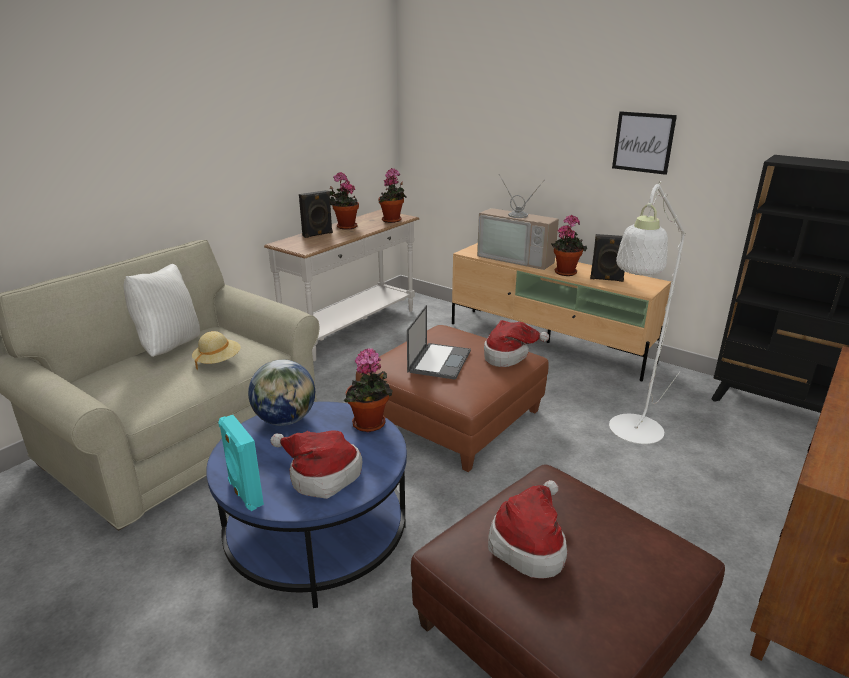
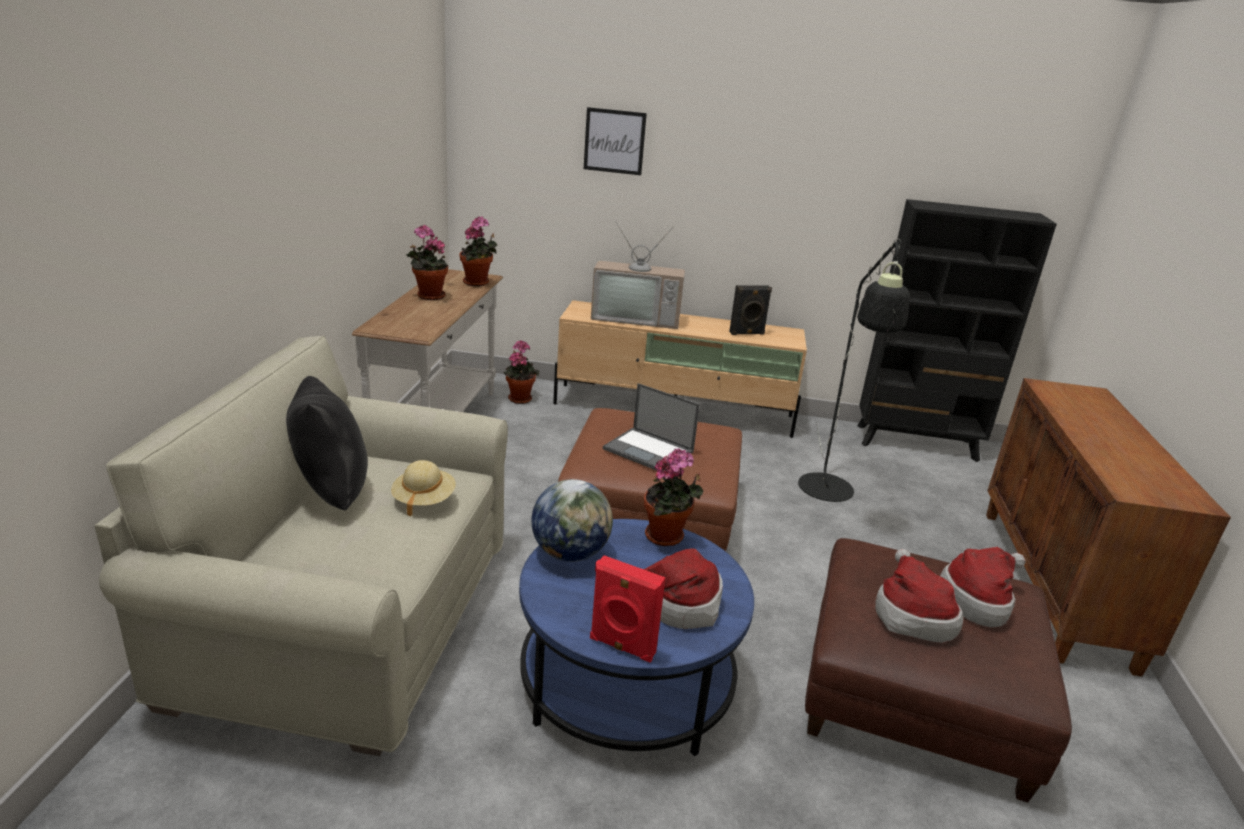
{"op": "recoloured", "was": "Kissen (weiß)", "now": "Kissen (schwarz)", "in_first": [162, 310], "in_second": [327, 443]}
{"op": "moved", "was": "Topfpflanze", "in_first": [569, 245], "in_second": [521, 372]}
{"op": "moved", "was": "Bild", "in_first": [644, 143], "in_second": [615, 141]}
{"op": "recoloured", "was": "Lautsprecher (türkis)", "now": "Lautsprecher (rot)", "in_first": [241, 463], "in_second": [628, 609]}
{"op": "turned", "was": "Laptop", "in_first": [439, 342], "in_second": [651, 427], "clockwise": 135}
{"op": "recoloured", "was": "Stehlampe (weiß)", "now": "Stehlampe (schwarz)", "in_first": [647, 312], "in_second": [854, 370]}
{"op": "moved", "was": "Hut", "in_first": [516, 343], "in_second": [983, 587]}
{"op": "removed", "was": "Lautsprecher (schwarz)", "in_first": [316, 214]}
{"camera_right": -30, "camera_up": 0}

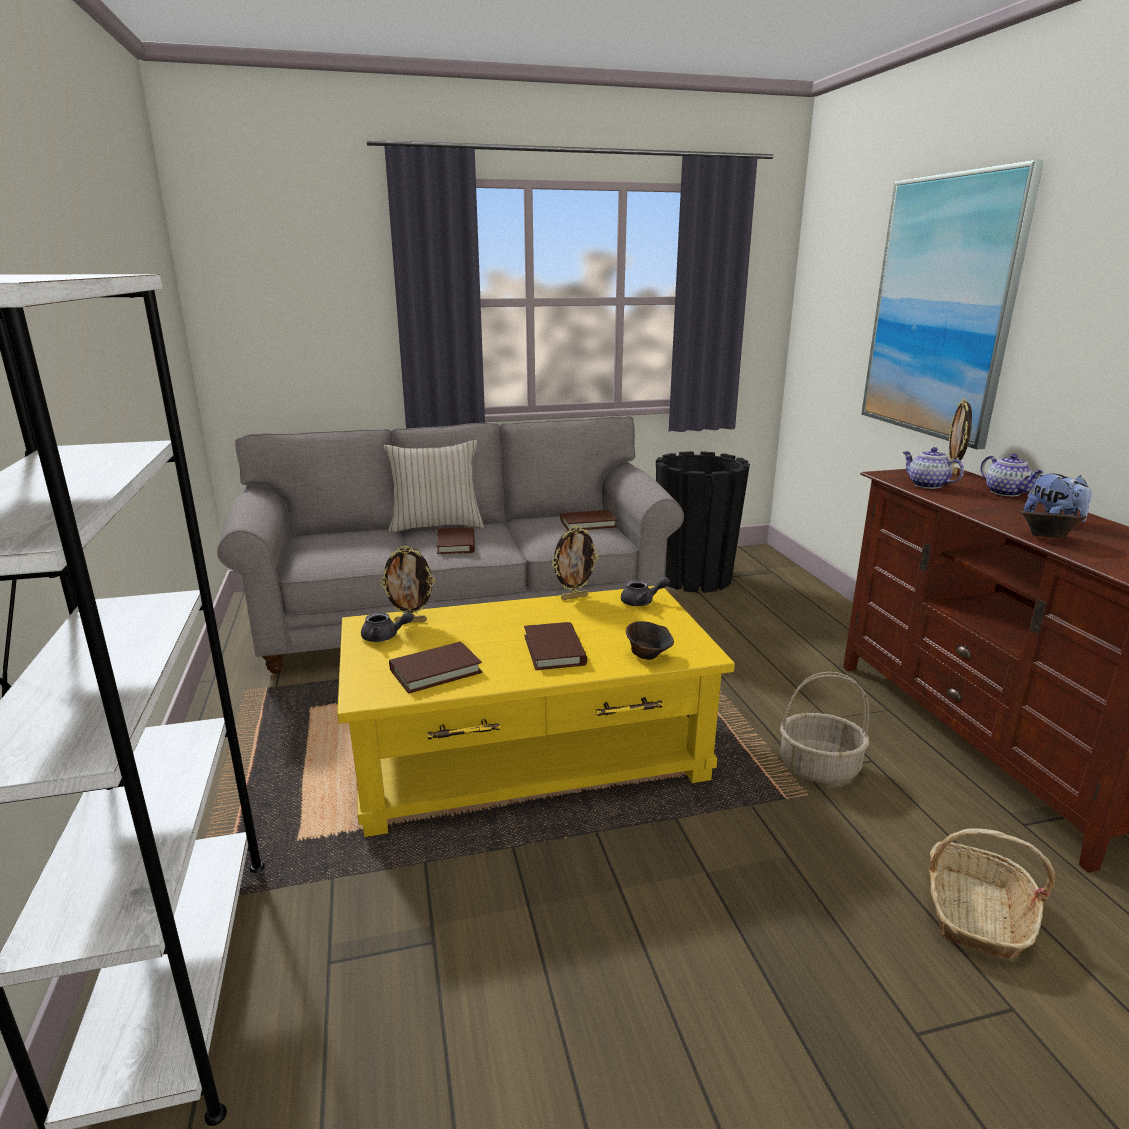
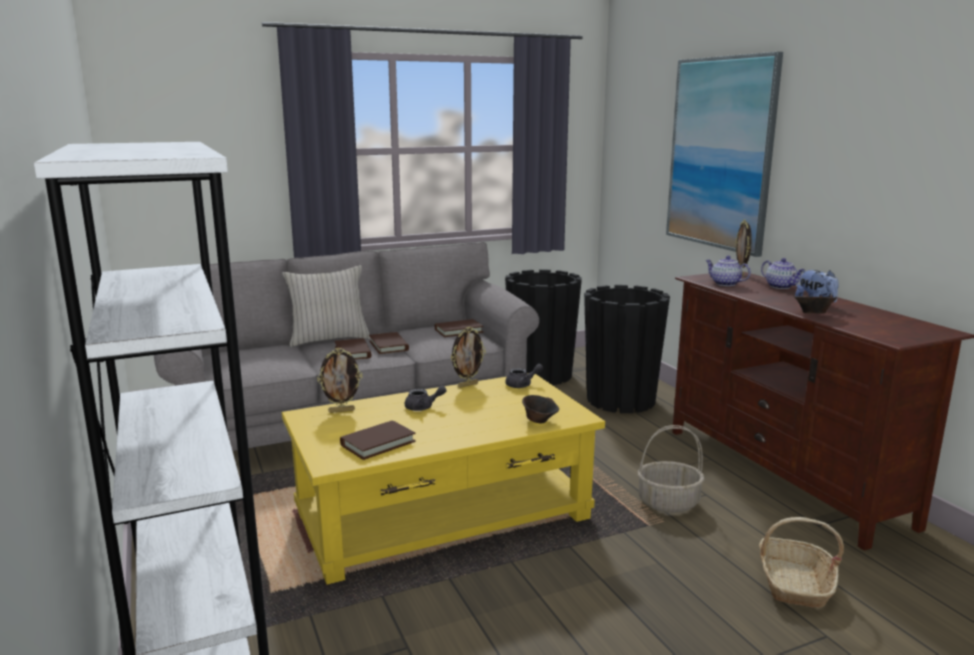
{"op": "moved", "was": "Buch (braun)", "in_first": [555, 646], "in_second": [389, 343]}
{"op": "moved", "was": "Teekanne (grau)", "in_first": [387, 626], "in_second": [426, 398]}
{"op": "added", "now": "Pflanzkübel (schwarz)", "in_second": [627, 349]}
{"camera_right": -10, "camera_up": -5}

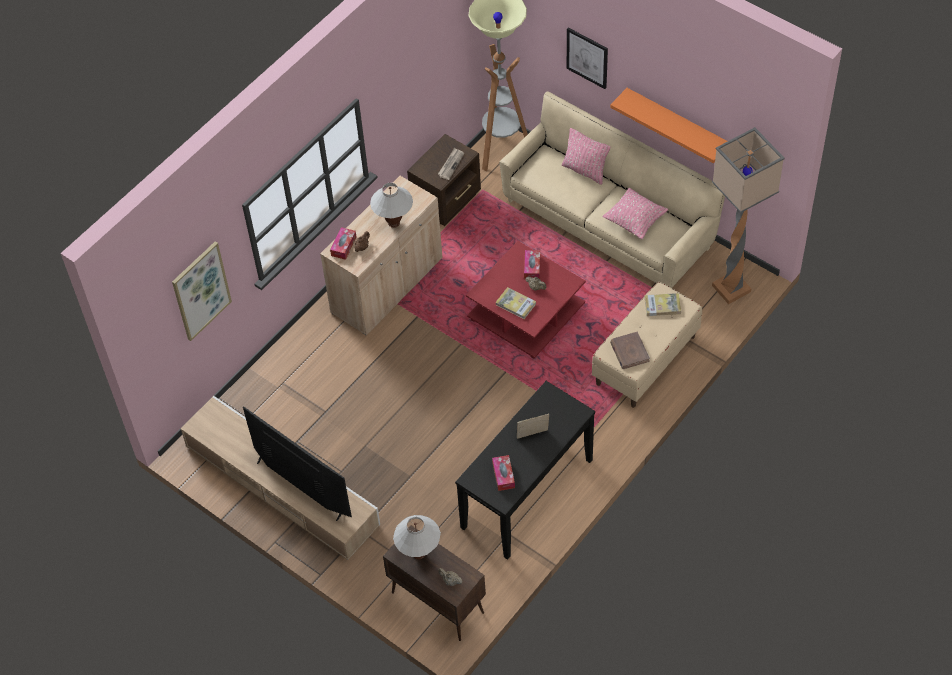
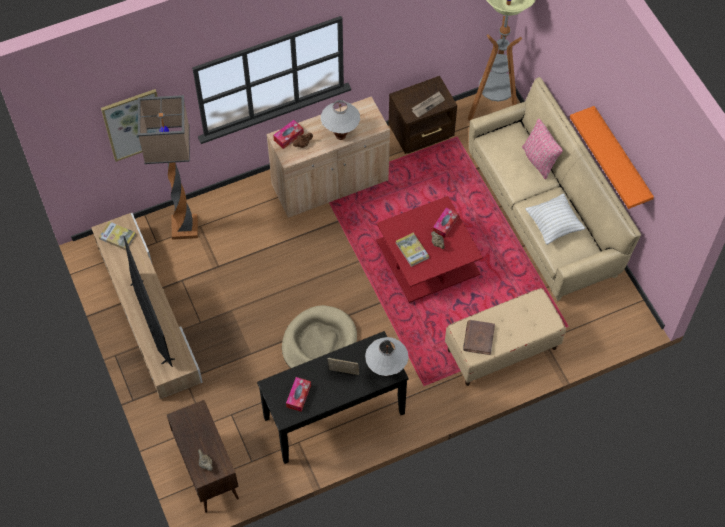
{"op": "moved", "was": "Buch", "in_first": [662, 304], "in_second": [117, 236]}
{"op": "moved", "was": "Stehlampe", "in_first": [748, 215], "in_second": [168, 167]}
{"op": "added", "now": "Hundebett (beige)", "in_second": [319, 336]}
{"op": "moved", "was": "Tischlampe (weiß)", "in_first": [417, 537], "in_second": [387, 356]}
{"op": "recoloured", "was": "Kissen (rosa)", "now": "Kissen (weiß)", "in_first": [635, 213], "in_second": [555, 219]}
{"op": "removed", "was": "Bild", "in_first": [587, 58]}
{"camera_right": 25, "camera_up": 5}

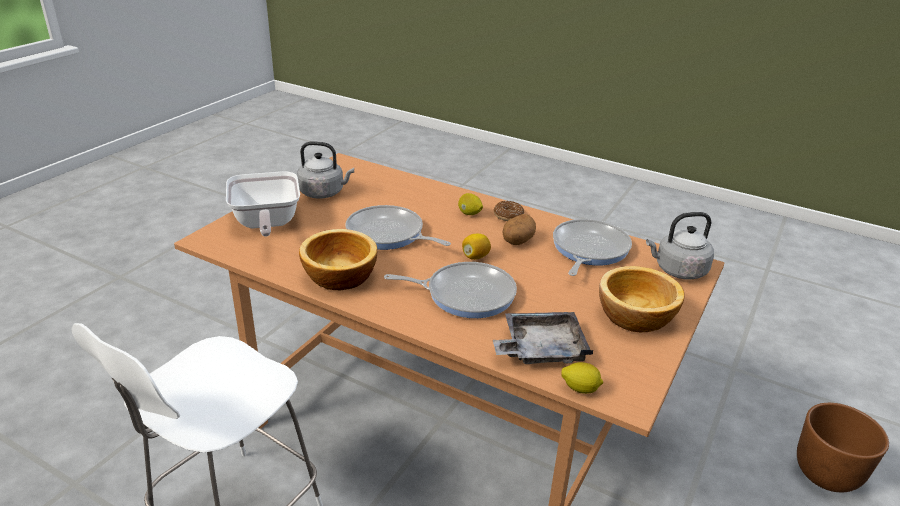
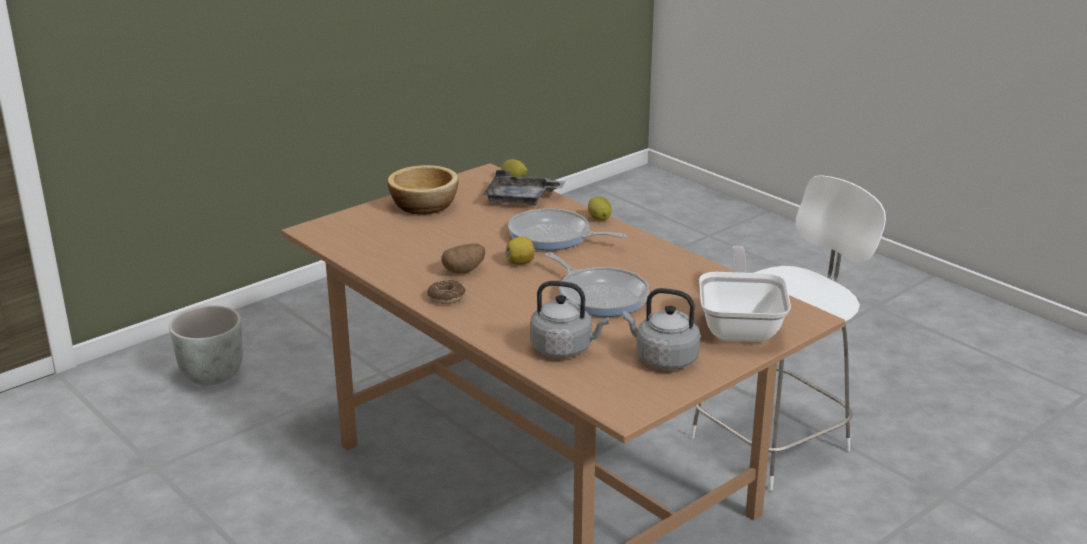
{"op": "recoloured", "was": "Pflanzkübel (braun)", "now": "Pflanzkübel (grau)", "in_first": [843, 447], "in_second": [206, 345]}
{"op": "moved", "was": "Wasserkessel (grau)", "in_first": [680, 246], "in_second": [569, 319]}
{"op": "moved", "was": "Zitrone", "in_first": [470, 204], "in_second": [600, 208]}
{"op": "removed", "was": "Schüssel", "in_first": [338, 260]}
{"op": "removed", "was": "Pfanne", "in_first": [592, 247]}
{"camera_right": -160, "camera_up": -5}

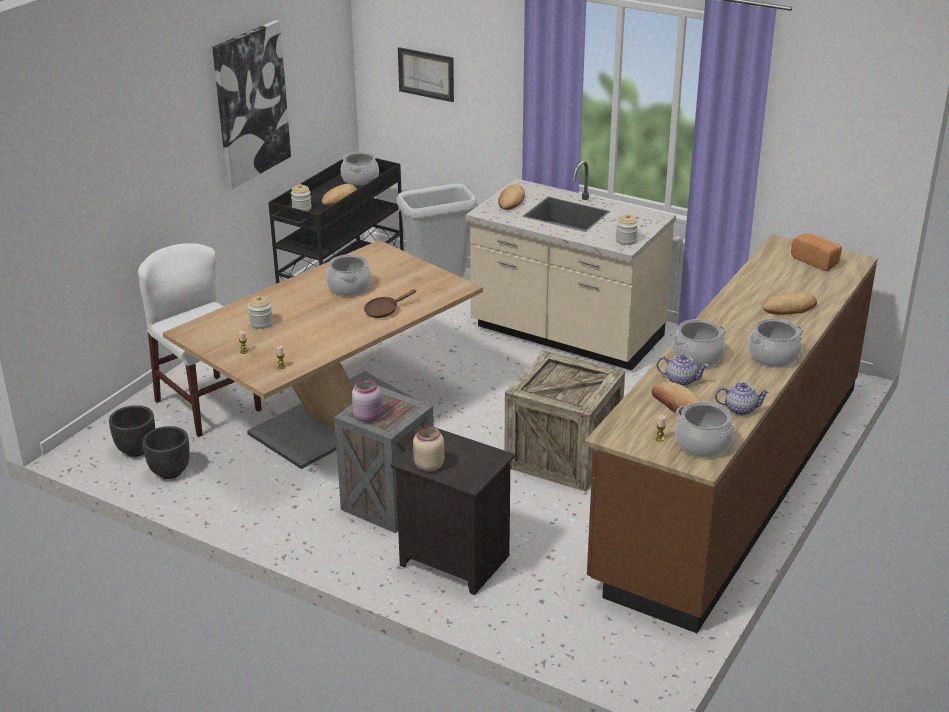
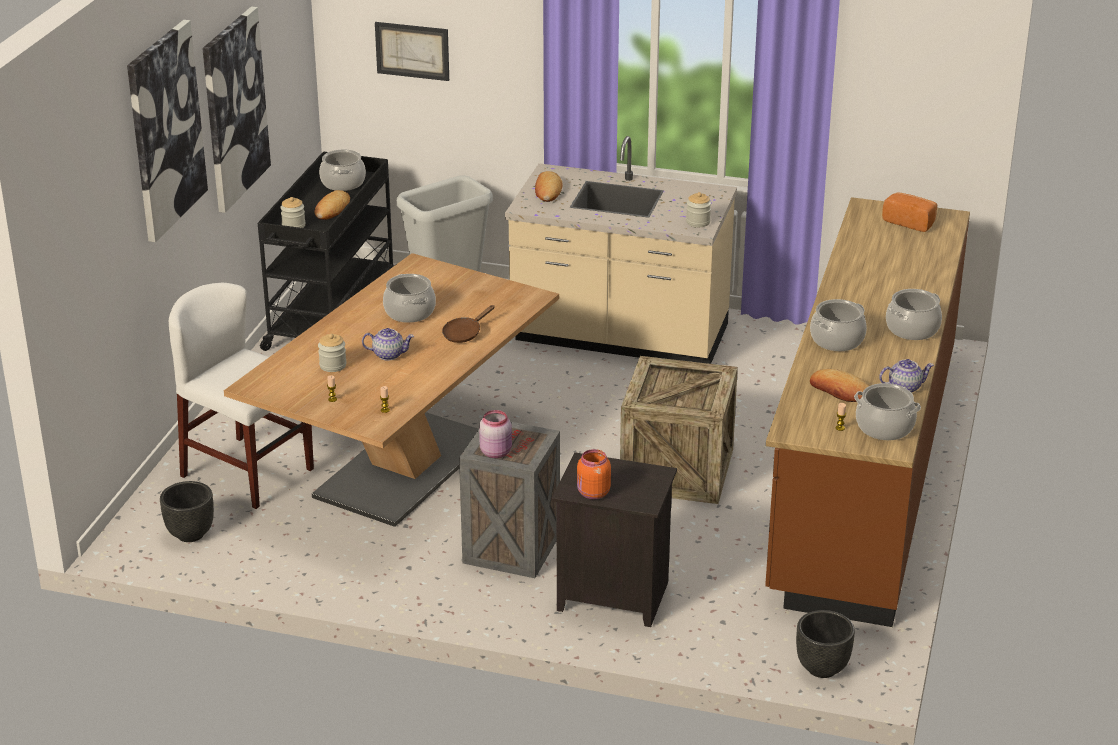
{"op": "added", "now": "Bild", "in_second": [167, 131]}
{"op": "moved", "was": "Teekanne", "in_first": [682, 370], "in_second": [388, 344]}
{"op": "recoloured", "was": "Vorratsglas (beige)", "now": "Vorratsglas (orange)", "in_first": [428, 449], "in_second": [594, 474]}
{"op": "moved", "was": "Pflanzkübel (schwarz)", "in_first": [166, 452], "in_second": [825, 644]}
{"op": "removed", "was": "Brot", "in_first": [789, 303]}
{"camera_right": -15, "camera_up": 0}

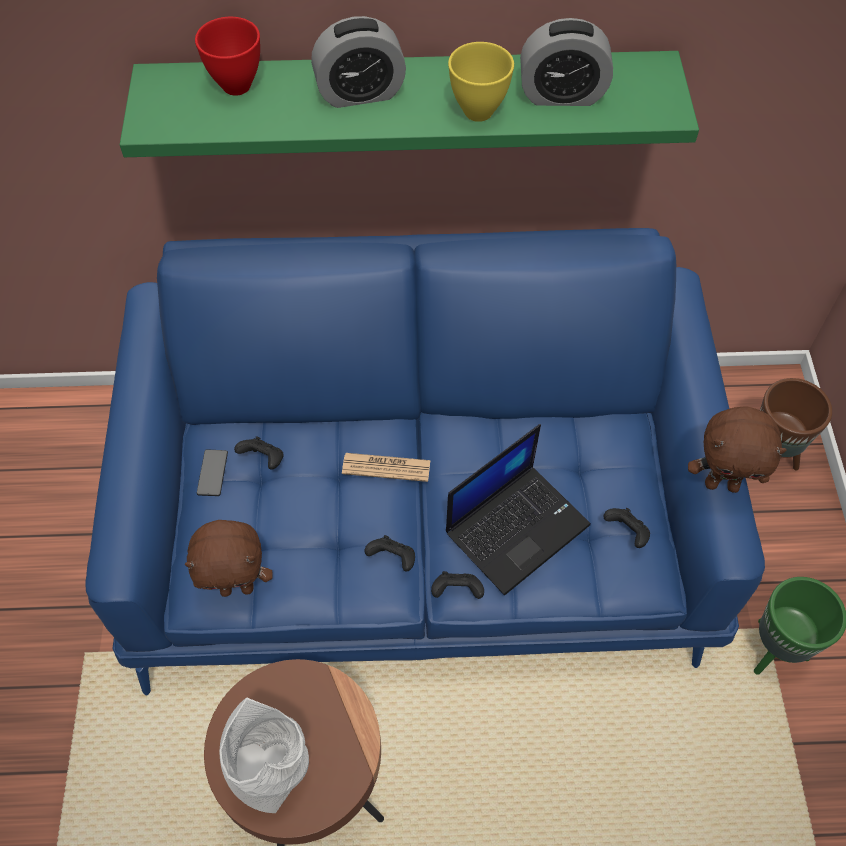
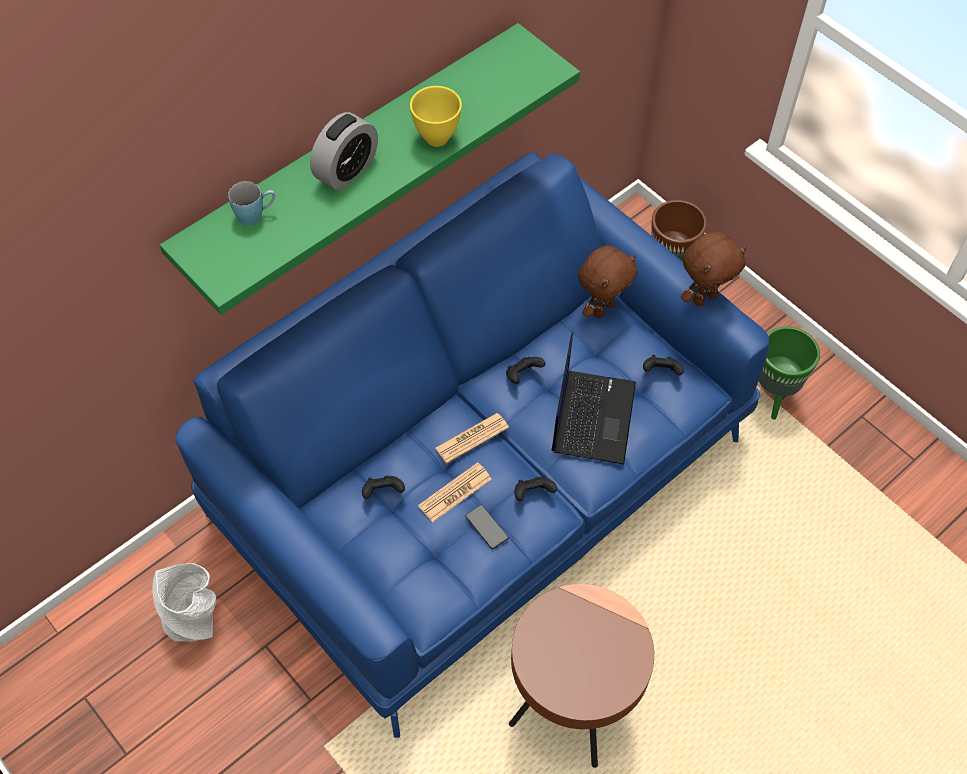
{"op": "moved", "was": "Vase (grau)", "in_first": [264, 755], "in_second": [184, 602]}
{"op": "replaced", "was": "Schüssel (rot)", "now": "Henkelbecher (blau)", "in_first": [227, 56], "in_second": [252, 203]}
{"op": "added", "now": "Zeitung", "in_second": [455, 492]}
{"op": "moved", "was": "Handy", "in_first": [212, 473], "in_second": [486, 527]}
{"op": "moved", "was": "Gamepad (schwarz)", "in_first": [457, 585], "in_second": [525, 370]}
{"op": "moved", "was": "Plüschtier (braun)", "in_first": [229, 558], "in_second": [607, 282]}
{"op": "removed", "was": "Wecker", "in_first": [566, 62]}
{"camera_right": -40, "camera_up": 0}

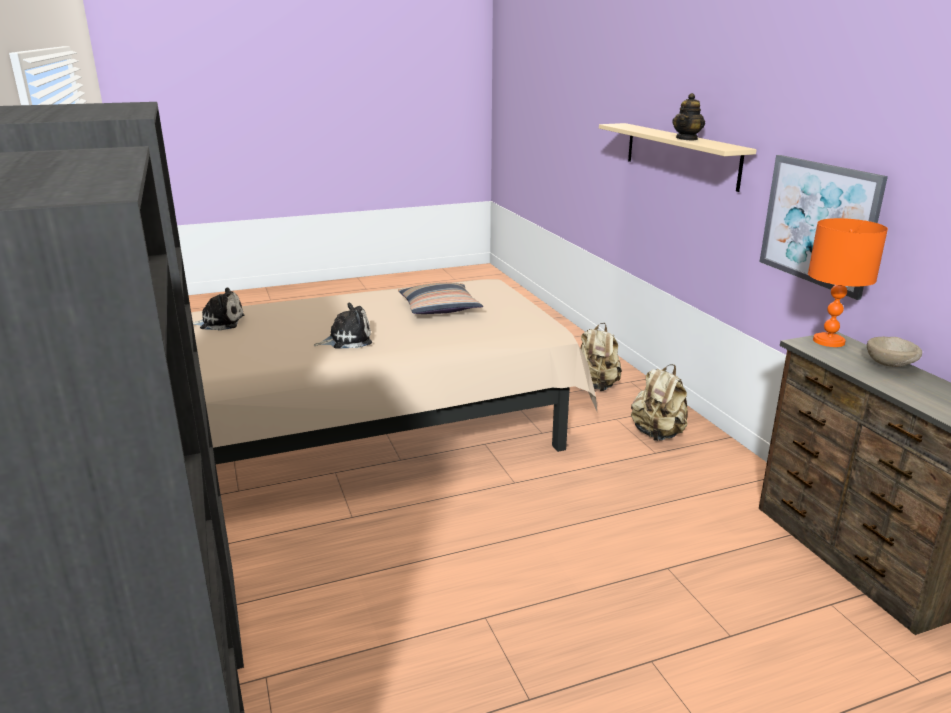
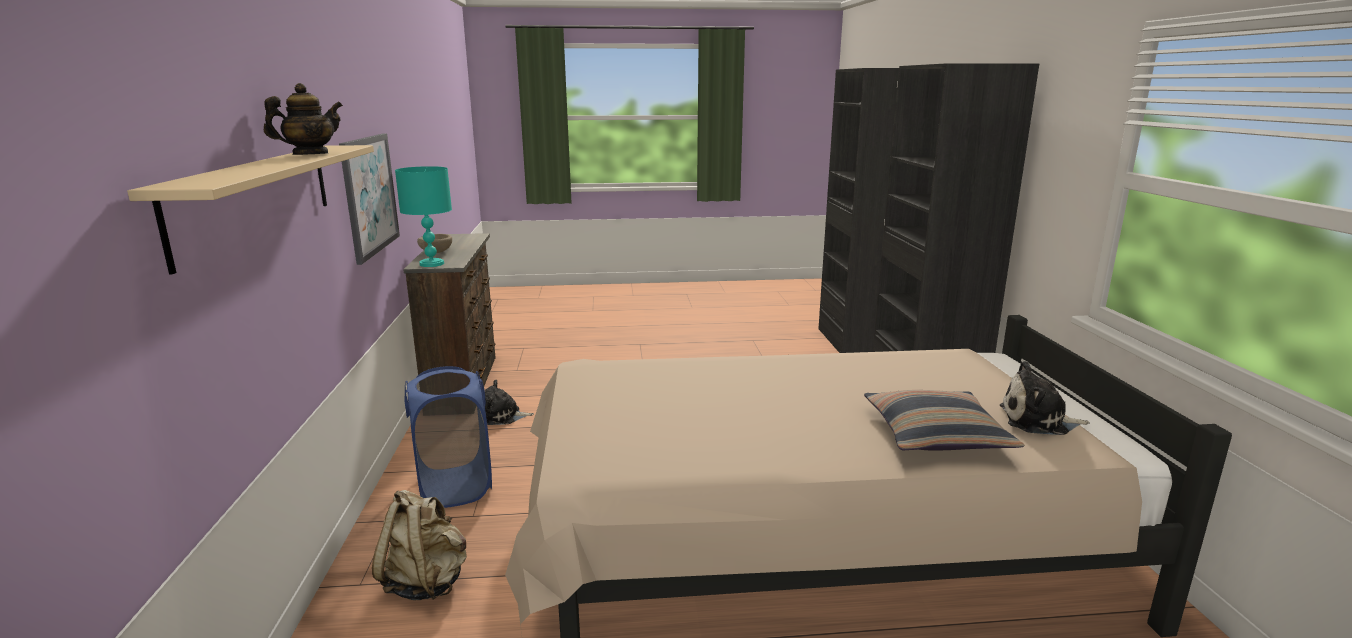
{"op": "recoloured", "was": "Tischlampe (orange)", "now": "Tischlampe (türkis)", "in_first": [848, 282], "in_second": [423, 216]}
{"op": "replaced", "was": "Rucksack (beige)", "now": "Wäschekorb (blau)", "in_first": [659, 402], "in_second": [448, 437]}
{"op": "moved", "was": "Plüschtier", "in_first": [342, 326], "in_second": [509, 402]}
{"op": "moved", "was": "Kissen", "in_first": [440, 298], "in_second": [944, 420]}
{"camera_right": -165, "camera_up": -5}

